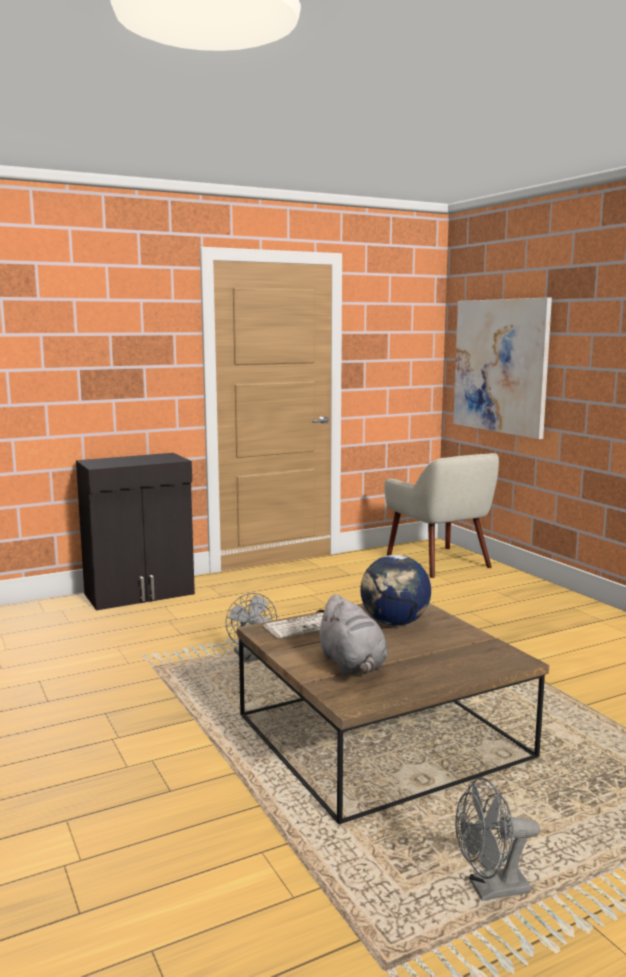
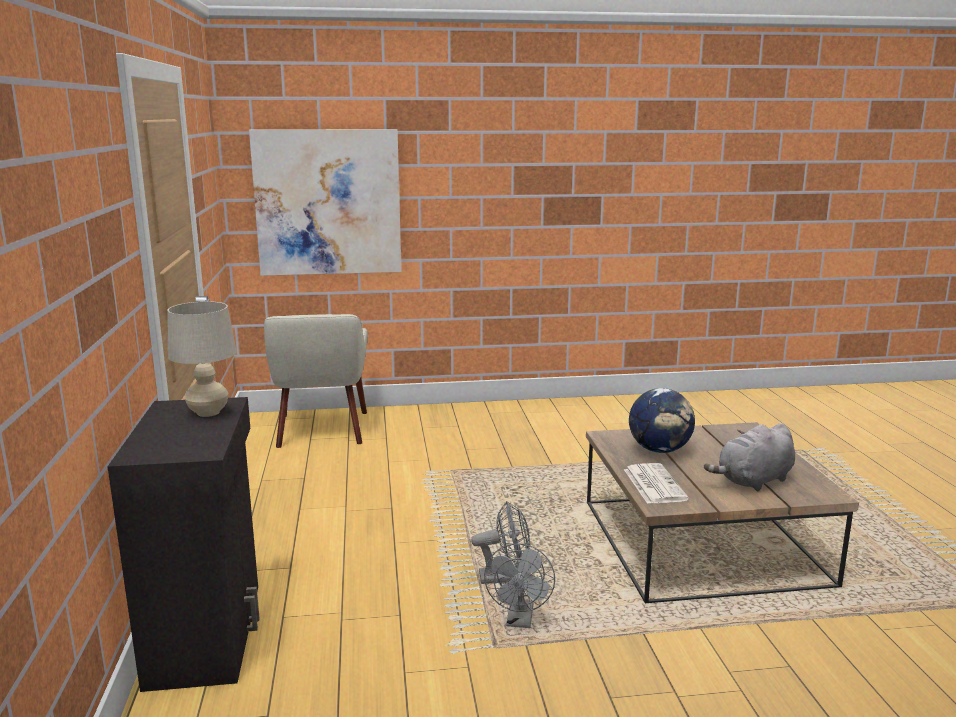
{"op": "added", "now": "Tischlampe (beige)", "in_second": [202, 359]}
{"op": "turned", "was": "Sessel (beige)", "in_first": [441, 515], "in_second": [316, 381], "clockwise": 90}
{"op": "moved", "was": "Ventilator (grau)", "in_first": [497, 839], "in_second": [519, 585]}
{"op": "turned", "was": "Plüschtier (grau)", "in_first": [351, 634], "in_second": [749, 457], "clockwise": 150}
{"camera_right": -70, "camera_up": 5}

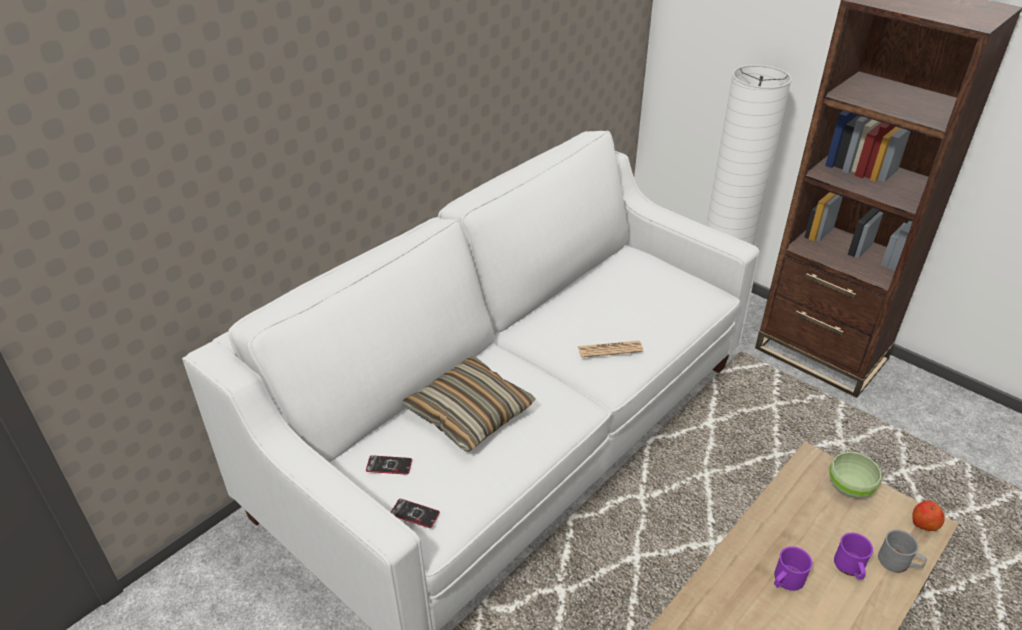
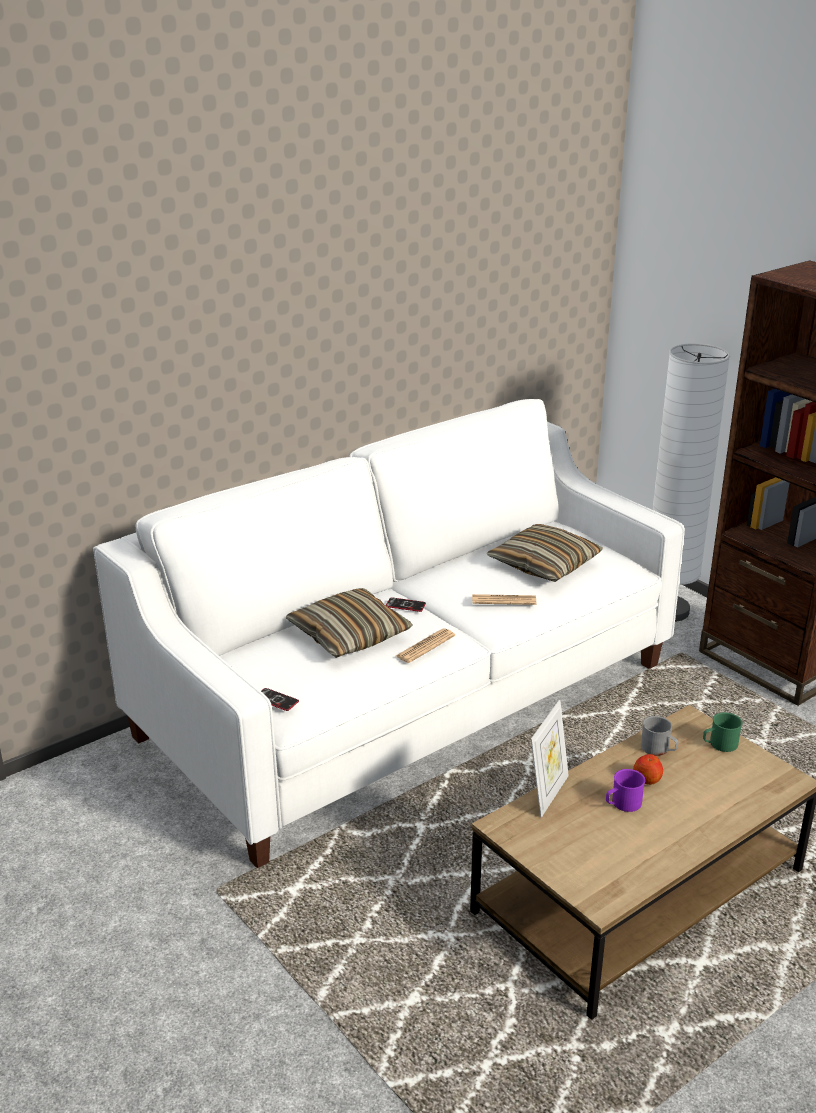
{"op": "moved", "was": "Handy", "in_first": [389, 465], "in_second": [406, 604]}
{"op": "added", "now": "Zeitung", "in_second": [425, 645]}
{"op": "added", "now": "Kissen", "in_second": [545, 553]}
{"op": "added", "now": "Bilderrahmen", "in_second": [550, 758]}
{"op": "moved", "was": "Apfel", "in_first": [928, 516], "in_second": [648, 769]}
{"op": "moved", "was": "Henkelbecher (grau)", "in_first": [902, 551], "in_second": [659, 736]}
{"op": "replaced", "was": "Schüssel (grün)", "now": "Henkelbecher (grün)", "in_first": [856, 475], "in_second": [722, 732]}
{"op": "removed", "was": "Henkelbecher (lila)", "in_first": [853, 556]}
{"camera_right": 10, "camera_up": -10}

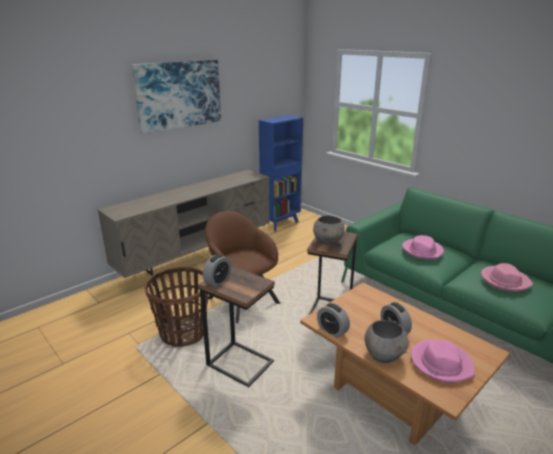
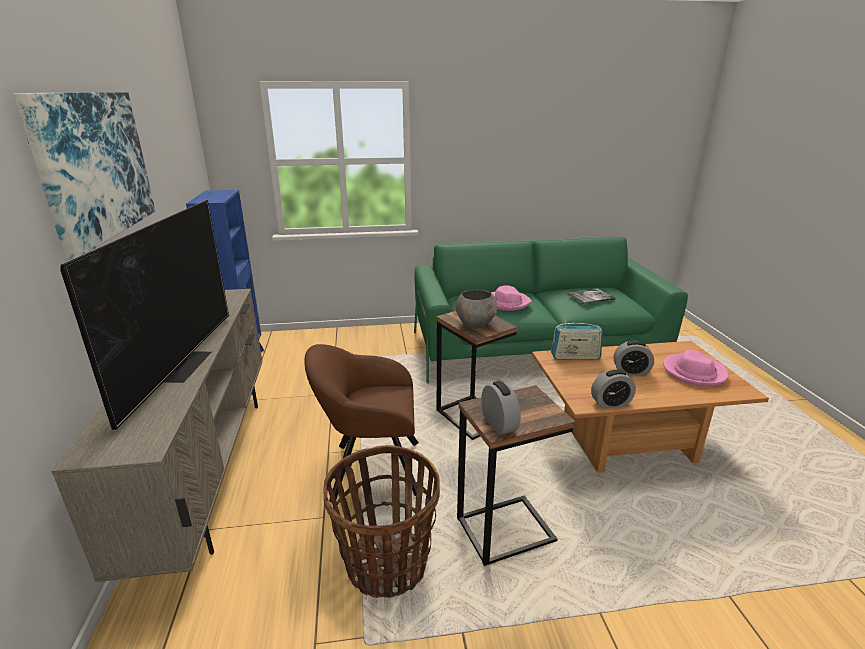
{"op": "added", "now": "Fernseher", "in_second": [144, 315]}
{"op": "added", "now": "Radio", "in_second": [577, 340]}
{"op": "replaced", "was": "Hut (rosa)", "now": "Buch", "in_first": [507, 277], "in_second": [592, 296]}
{"op": "removed", "was": "Schüssel (grau)", "in_first": [386, 341]}
{"camera_right": -55, "camera_up": 0}

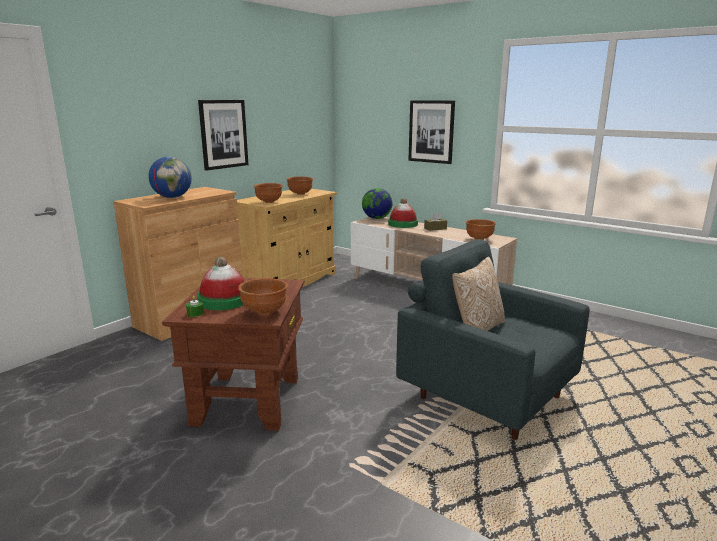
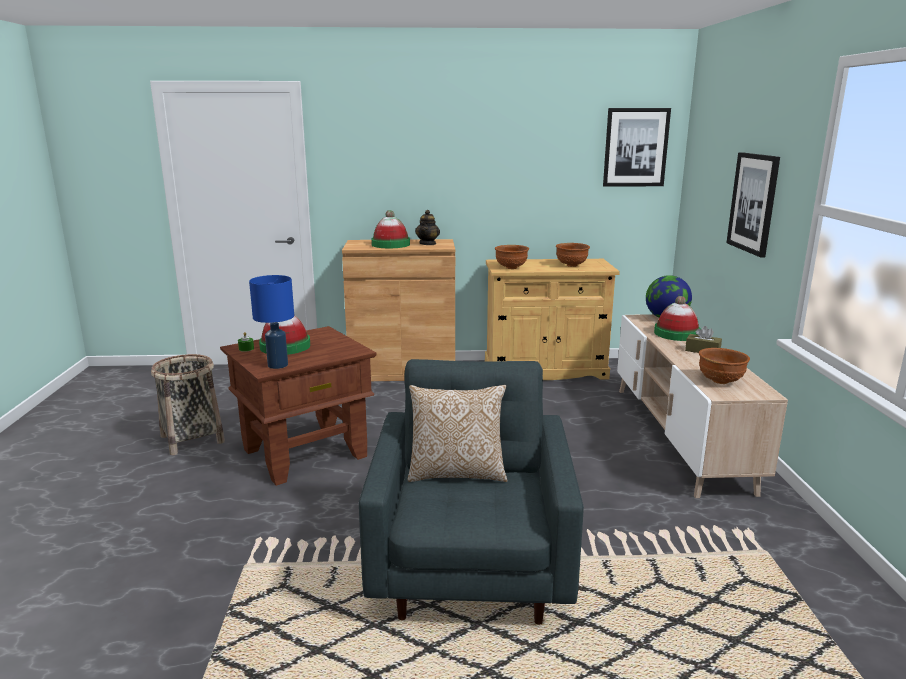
{"op": "added", "now": "Korb", "in_second": [188, 404]}
{"op": "replaced", "was": "Schüssel (braun)", "now": "Tischlampe (blau)", "in_first": [263, 296], "in_second": [271, 322]}
{"op": "replaced", "was": "Globus", "now": "Hut", "in_first": [170, 177], "in_second": [390, 229]}
{"op": "added", "now": "Teekanne", "in_second": [427, 227]}
{"op": "moved", "was": "Bild", "in_first": [223, 135], "in_second": [637, 147]}
{"camera_right": 50, "camera_up": 0}

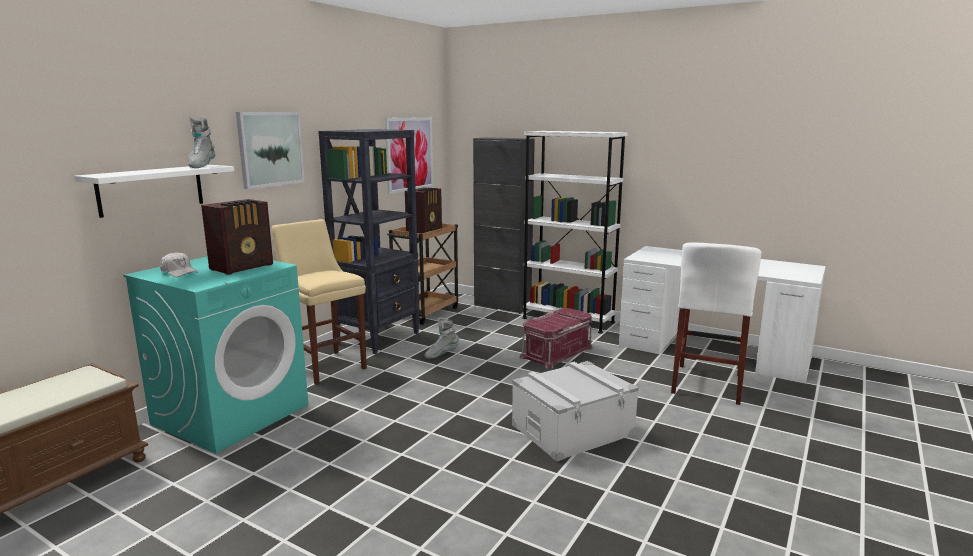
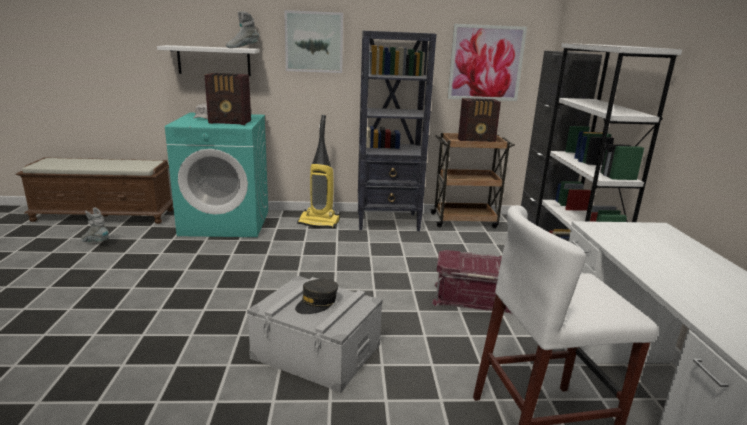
{"op": "moved", "was": "Stiefel (grau)", "in_first": [441, 338], "in_second": [95, 224]}
{"op": "added", "now": "Kappe (grau)", "in_second": [316, 296]}
{"op": "replaced", "was": "Hocker (beige)", "now": "Staubsauger", "in_first": [319, 302], "in_second": [318, 171]}
{"camera_right": 55, "camera_up": 5}

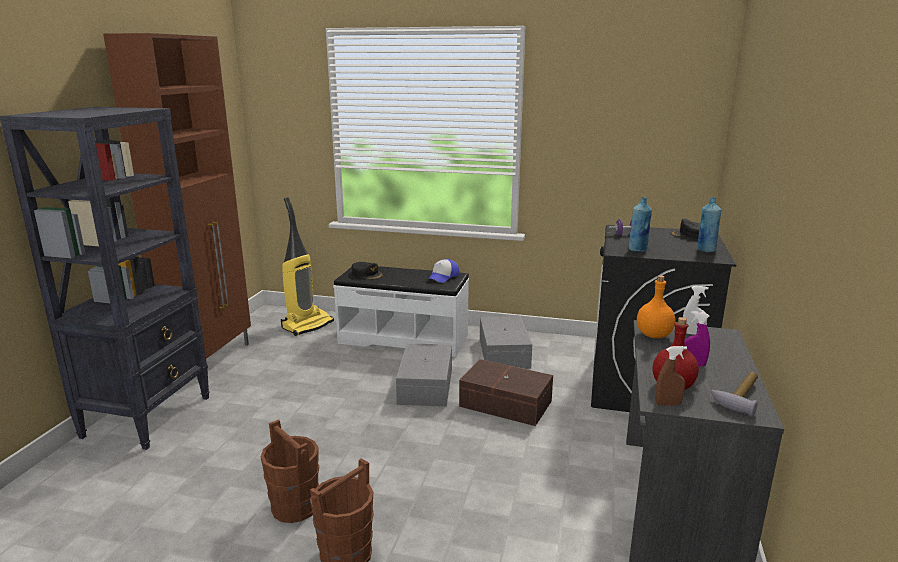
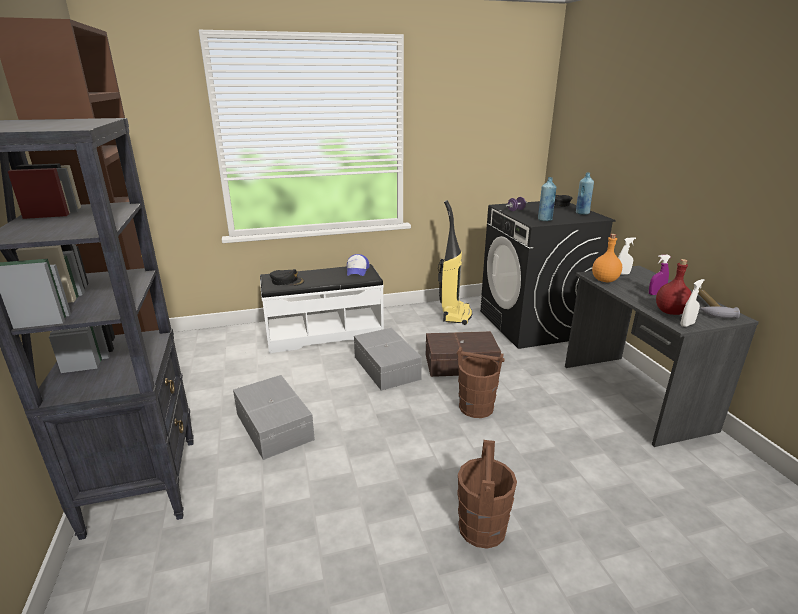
{"op": "moved", "was": "Aufbewahrungsbox (grau)", "in_first": [506, 342], "in_second": [274, 417]}
{"op": "moved", "was": "Staubsauger", "in_first": [307, 266], "in_second": [455, 262]}
{"op": "moved", "was": "Eimer (braun)", "in_first": [289, 471], "in_second": [481, 382]}
{"op": "recoloured", "was": "Sprühflasche (braun)", "now": "Sprühflasche (weiß)", "in_first": [671, 376], "in_second": [693, 303]}
{"camera_right": -30, "camera_up": 5}

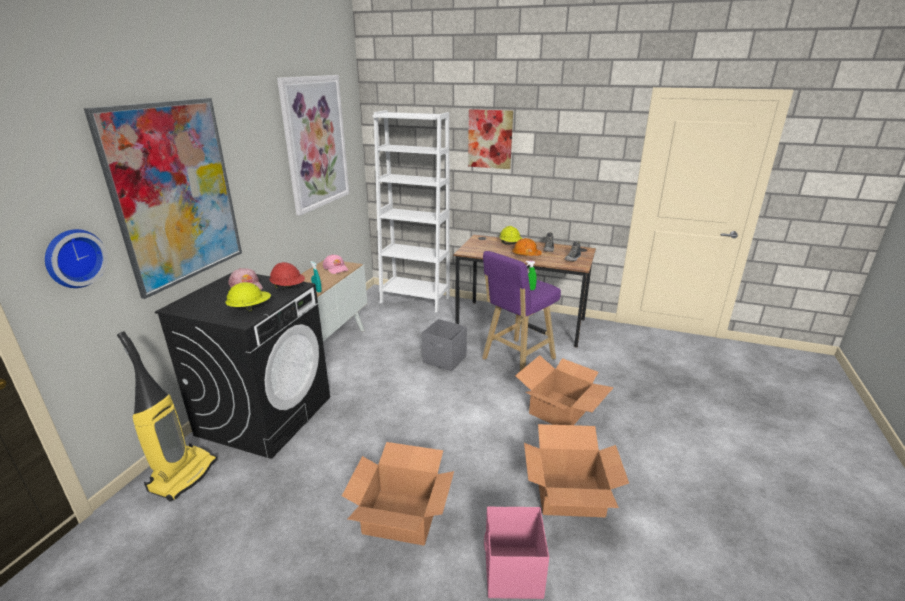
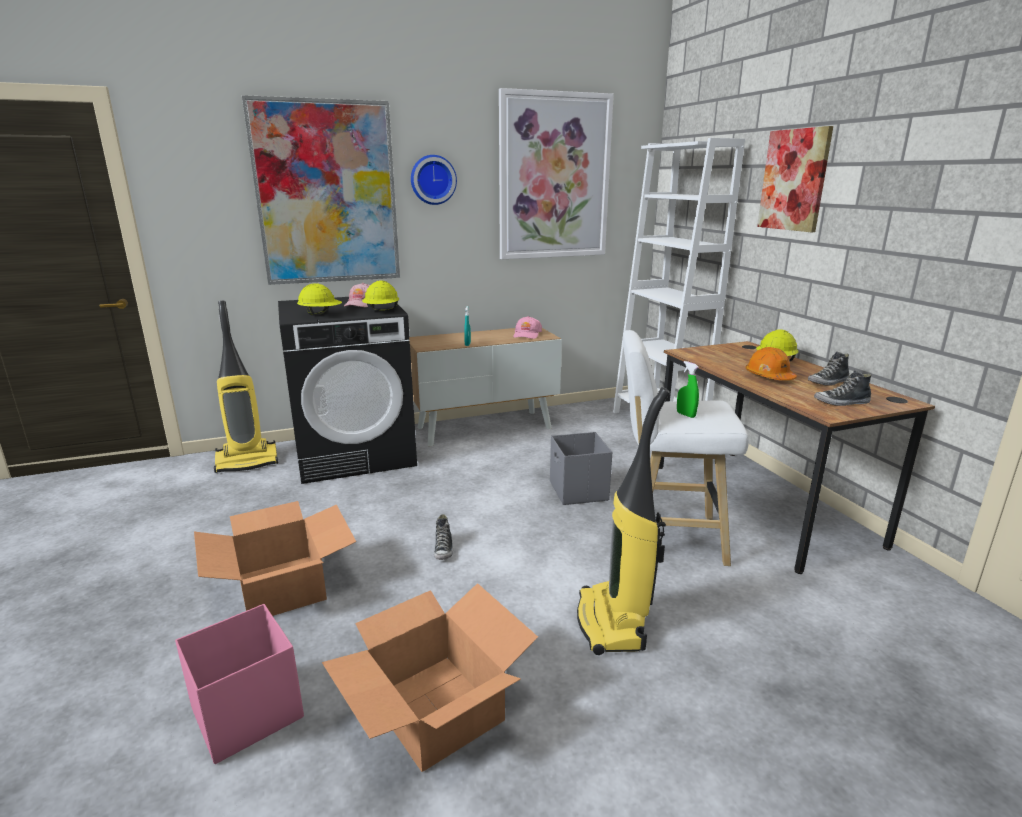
{"op": "recoloured", "was": "Schutzhelm (rot)", "now": "Schutzhelm (gelb)", "in_first": [287, 276], "in_second": [380, 296]}
{"op": "moved", "was": "Wanduhr", "in_first": [76, 258], "in_second": [434, 180]}
{"op": "added", "now": "Schuh", "in_second": [443, 537]}
{"op": "replaced", "was": "Karton", "now": "Staubsauger", "in_first": [564, 390], "in_second": [623, 521]}
{"op": "recoloured", "was": "Hocker (lila)", "now": "Hocker (weiß)", "in_first": [521, 311], "in_second": [686, 448]}
{"camera_right": 50, "camera_up": -5}

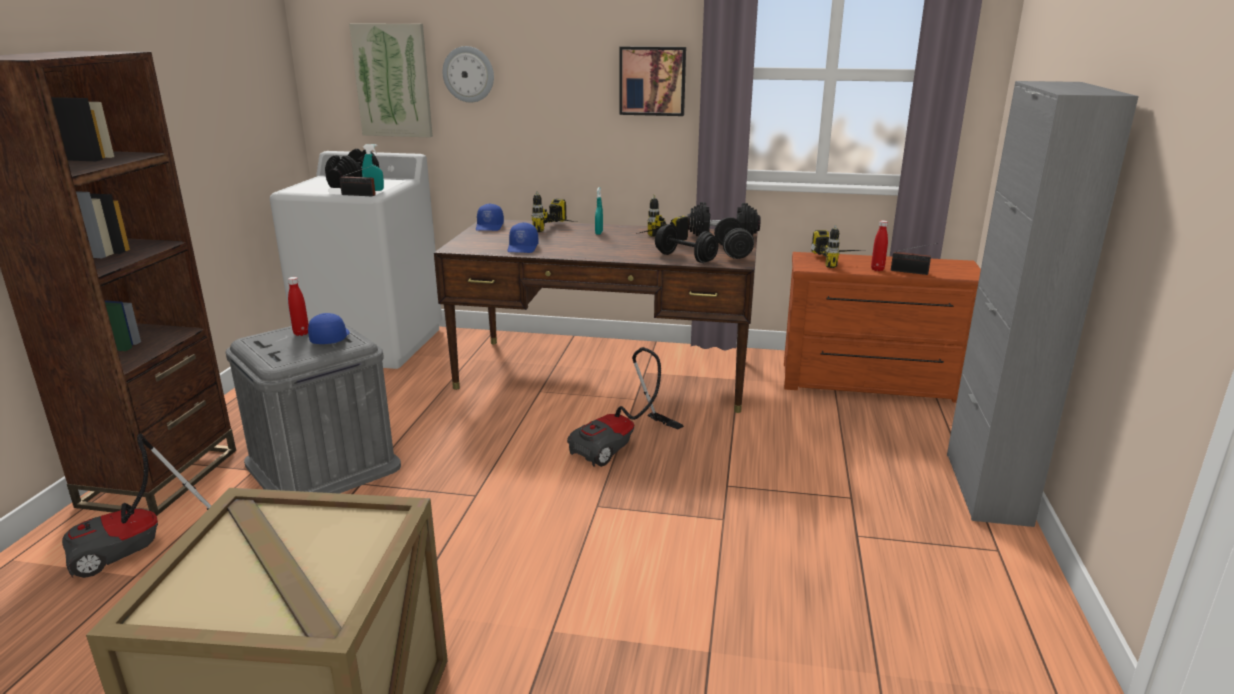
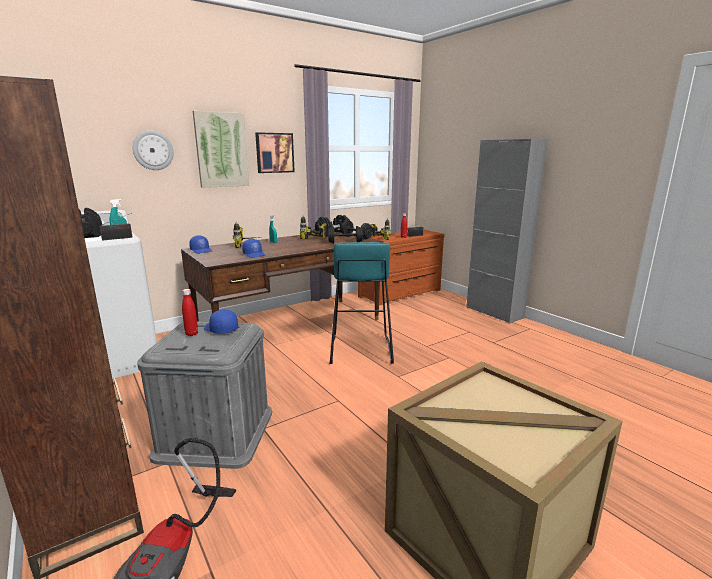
{"op": "moved", "was": "Bild", "in_first": [391, 80], "in_second": [221, 149]}
{"op": "replaced", "was": "Staubsauger", "now": "Hocker (türkis)", "in_first": [625, 407], "in_second": [361, 303]}
{"camera_right": -45, "camera_up": -5}

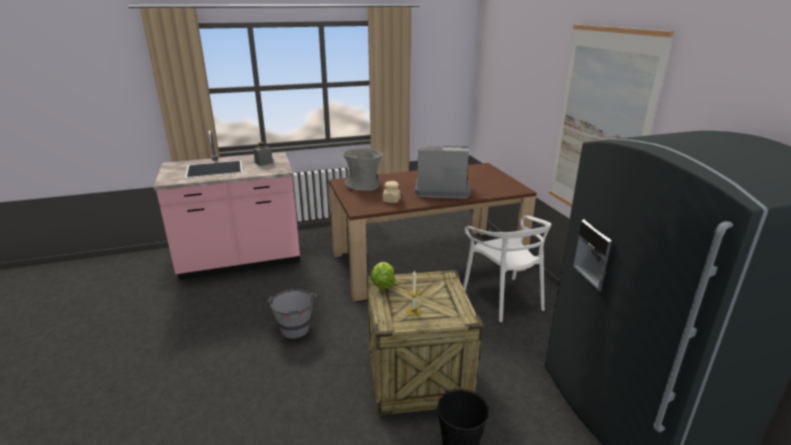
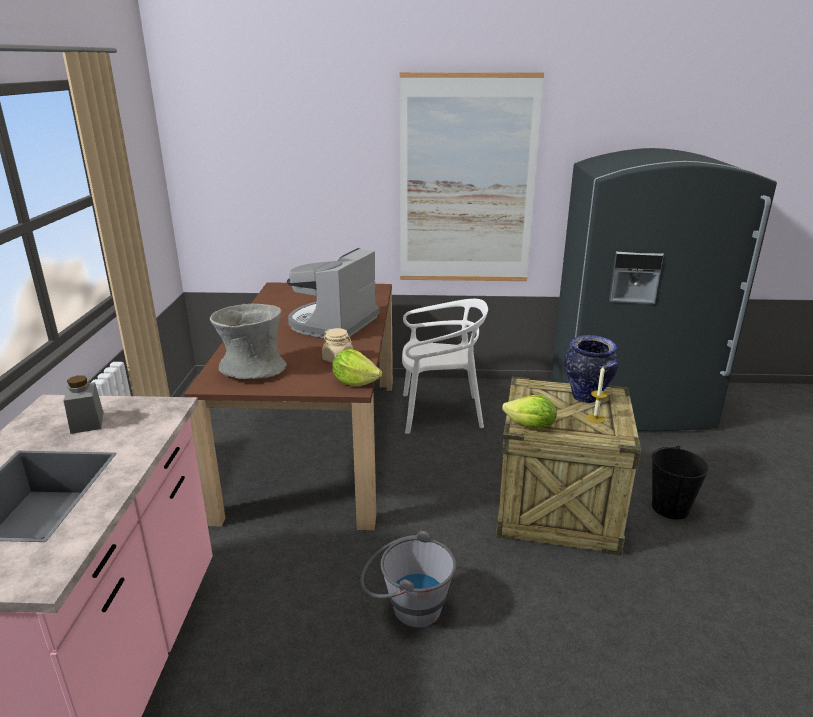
{"op": "added", "now": "Salatkopf", "in_second": [357, 367]}
{"op": "added", "now": "Vase", "in_second": [591, 369]}
{"camera_right": -70, "camera_up": 0}

